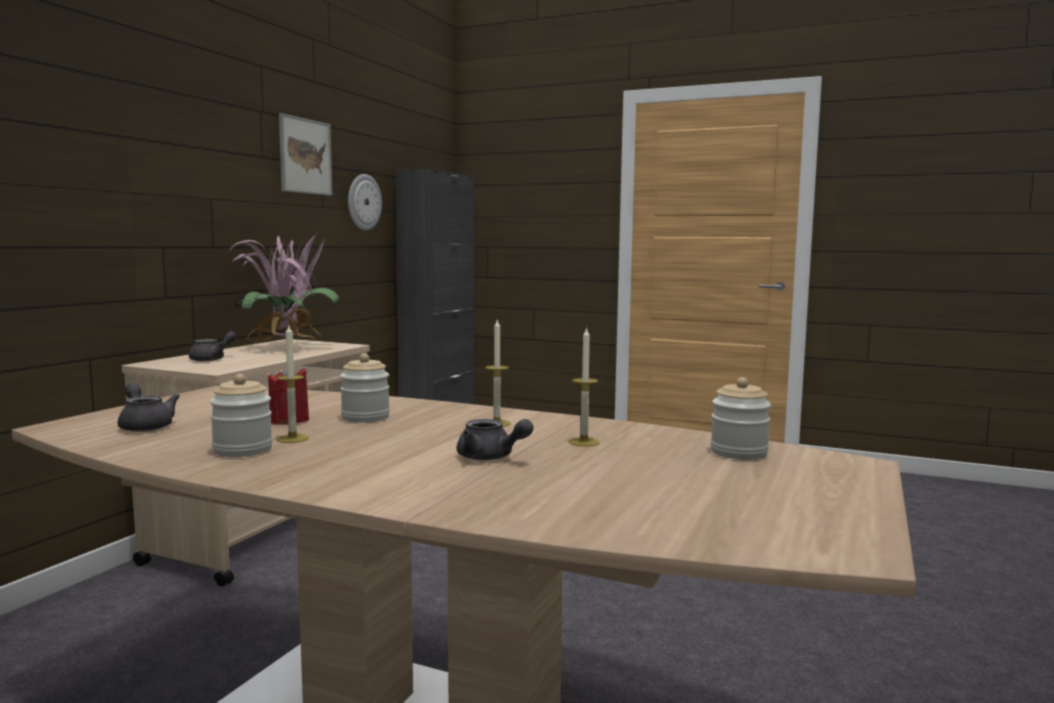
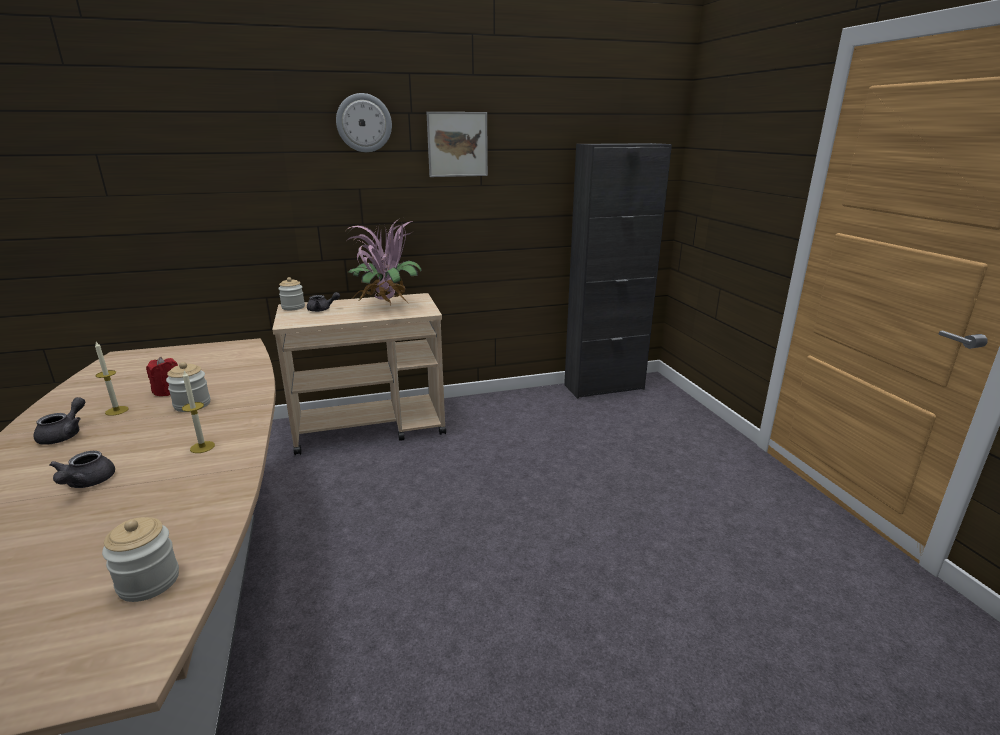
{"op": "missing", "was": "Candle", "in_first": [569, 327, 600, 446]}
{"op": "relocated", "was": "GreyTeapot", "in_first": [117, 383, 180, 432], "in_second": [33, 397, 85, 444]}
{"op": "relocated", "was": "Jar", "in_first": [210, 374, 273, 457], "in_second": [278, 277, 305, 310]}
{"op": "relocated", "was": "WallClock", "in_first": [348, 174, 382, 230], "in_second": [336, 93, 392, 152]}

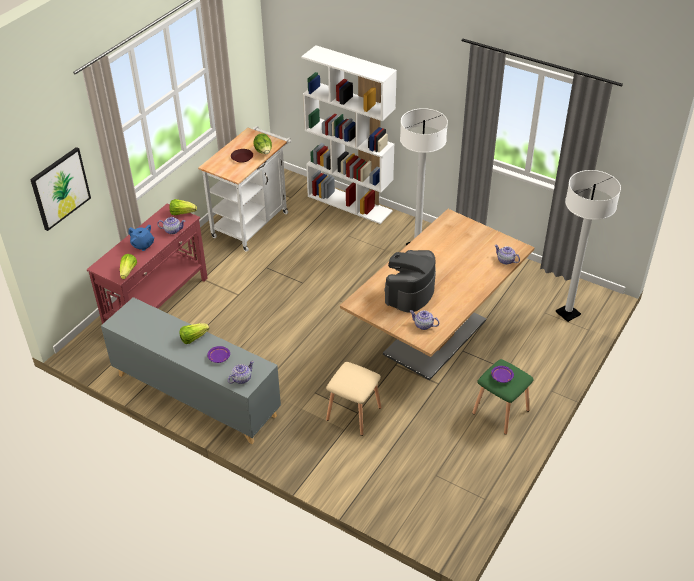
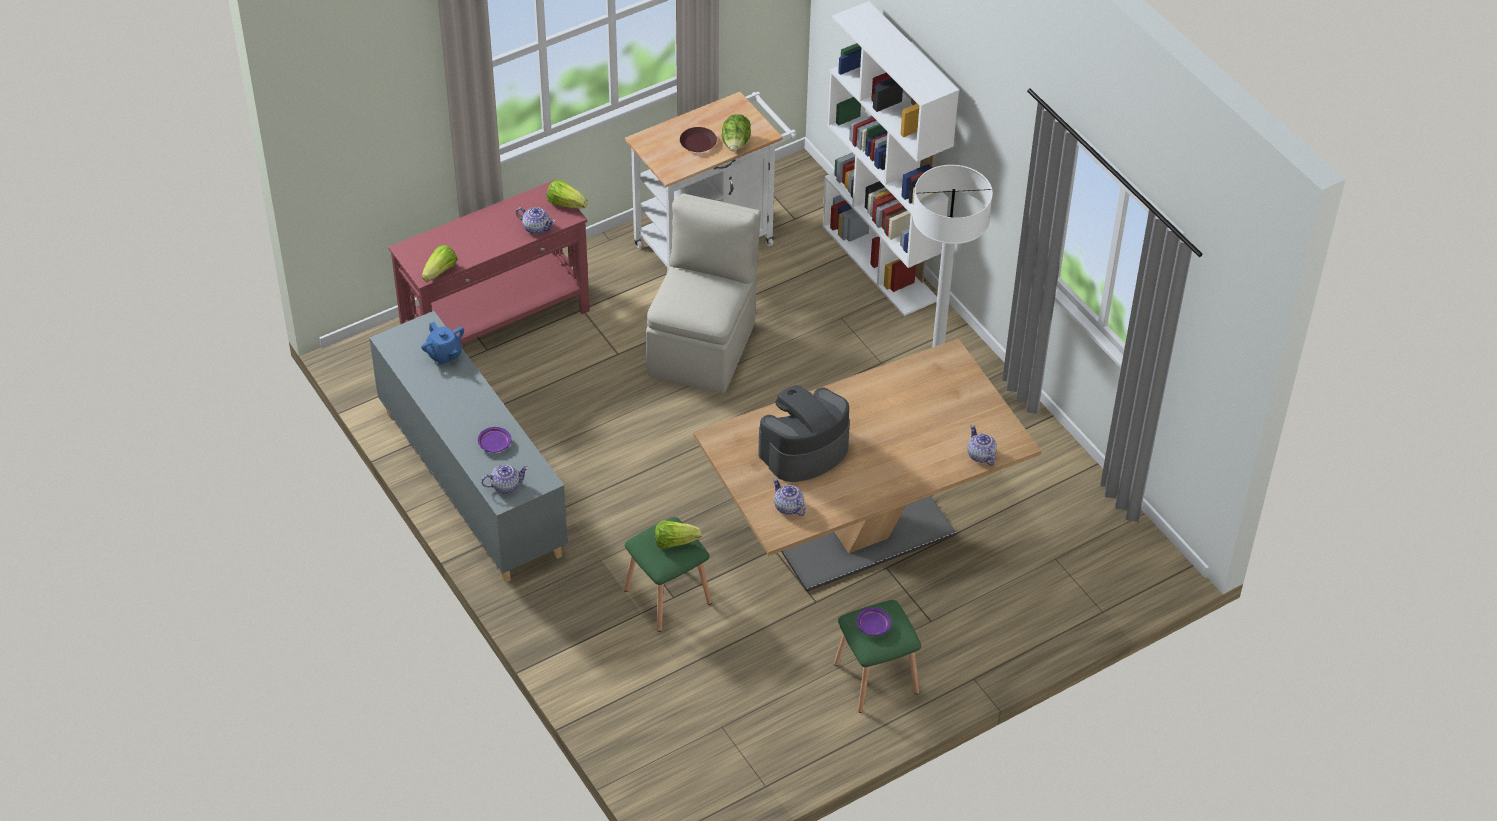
{"op": "missing", "was": "Picture", "in_first": [30, 147, 91, 231]}
{"op": "missing", "was": "WhiteFloorLamp", "in_first": [556, 170, 621, 322]}
{"op": "appeared", "now": "BeigeChair", "in_second": [646, 193, 761, 394]}
{"op": "relocated", "was": "BlueTeapot", "in_first": [128, 225, 155, 251], "in_second": [421, 322, 464, 365]}
{"op": "relocated", "was": "Lettuce", "in_first": [179, 323, 209, 344], "in_second": [655, 520, 702, 549]}
{"op": "colour", "was": "BeigeStool", "now": "GreenStool", "in_first": [326, 362, 381, 436], "in_second": [624, 517, 712, 632]}

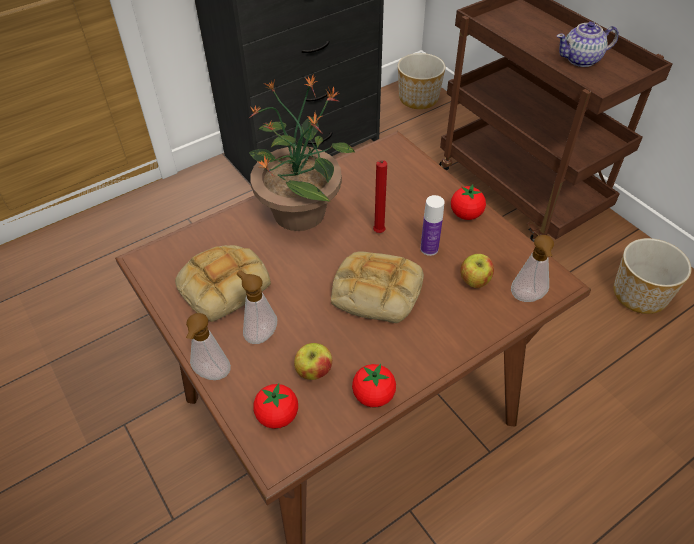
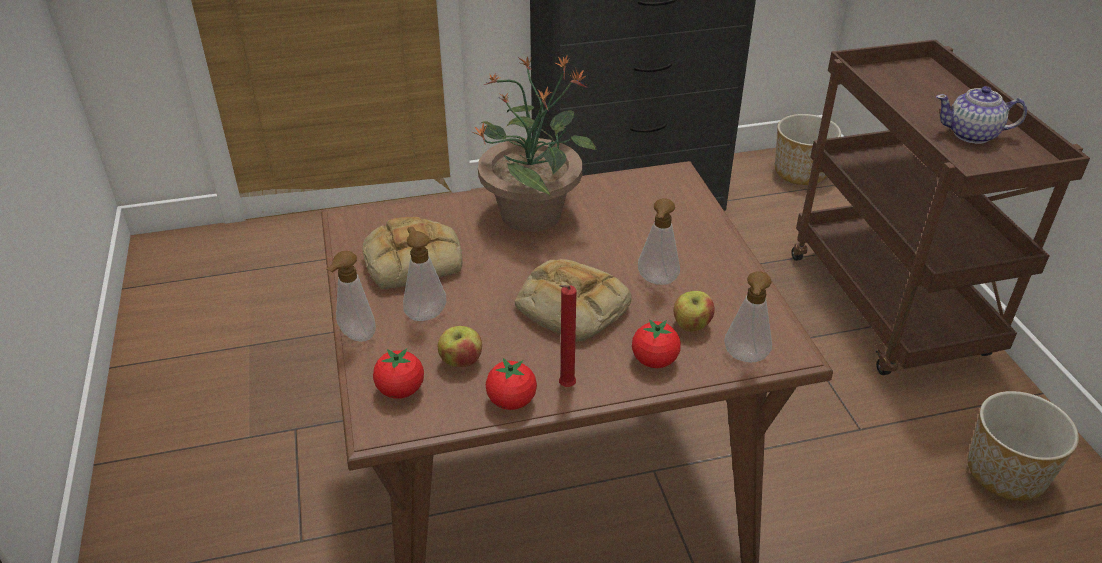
{"op": "relocated", "was": "RedCandle", "in_first": [373, 160, 387, 233], "in_second": [559, 285, 576, 387]}
{"op": "relocated", "was": "Tomato", "in_first": [451, 184, 486, 220], "in_second": [632, 319, 681, 368]}
{"op": "exchanged", "was": "Bottle", "now": "SoapDispenser", "in_first": [420, 195, 445, 256], "in_second": [638, 198, 680, 285]}

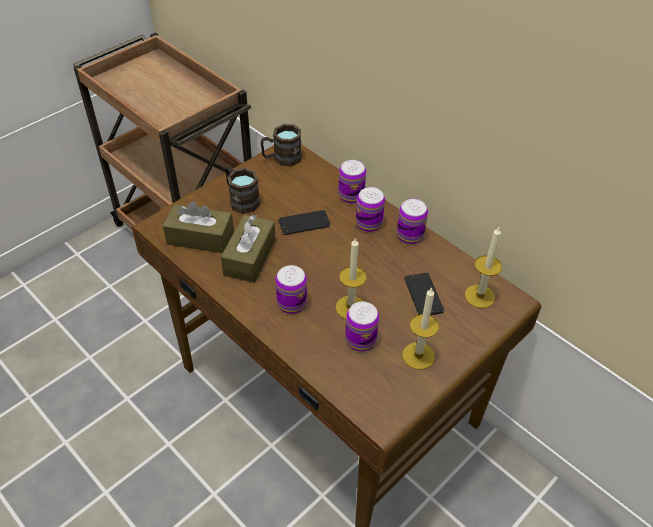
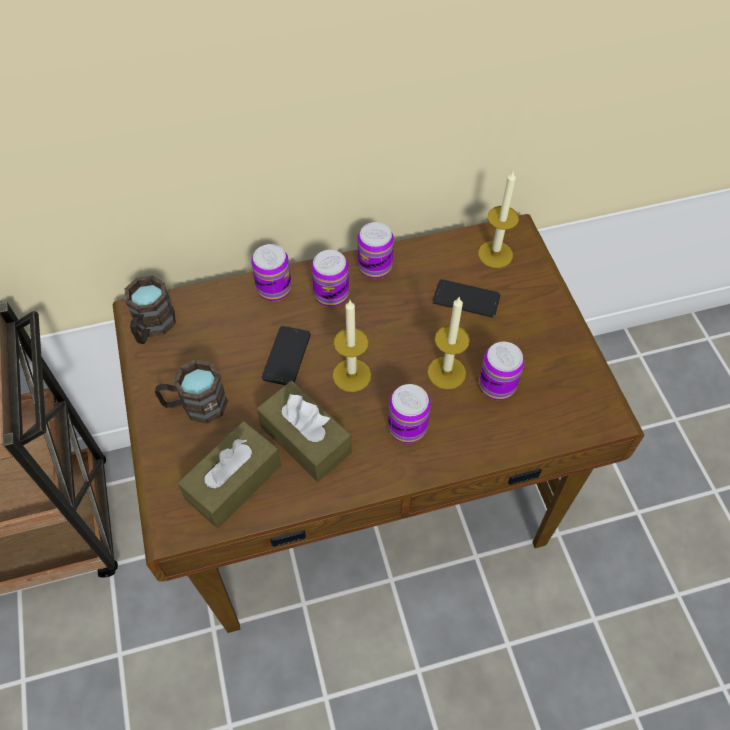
{"op": "relocated", "was": "Candle", "in_first": [402, 287, 439, 370], "in_second": [333, 300, 371, 392]}

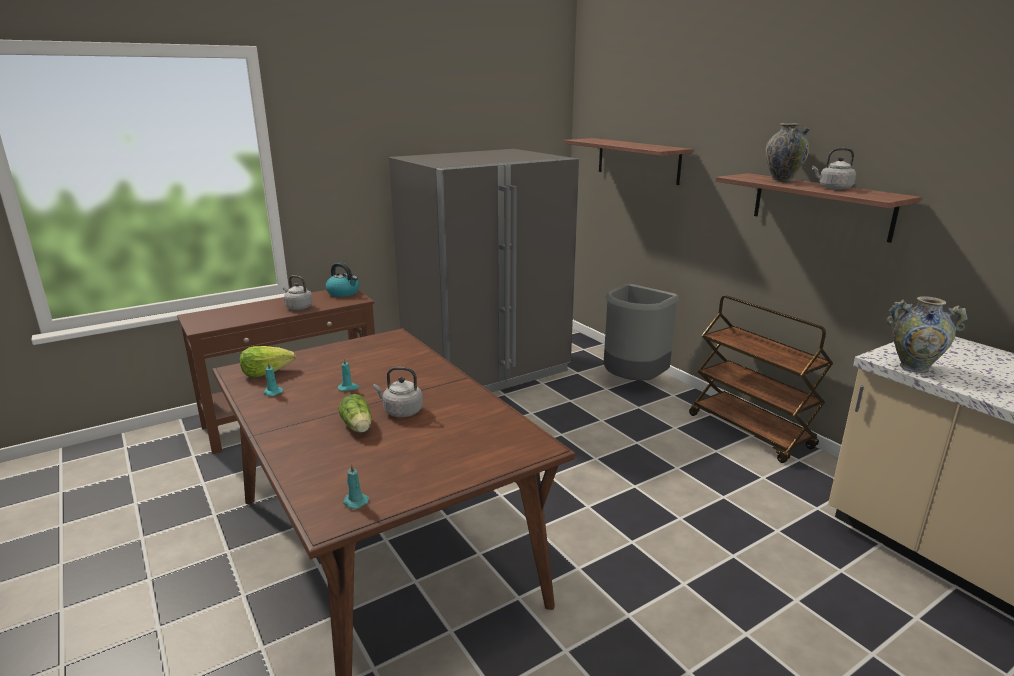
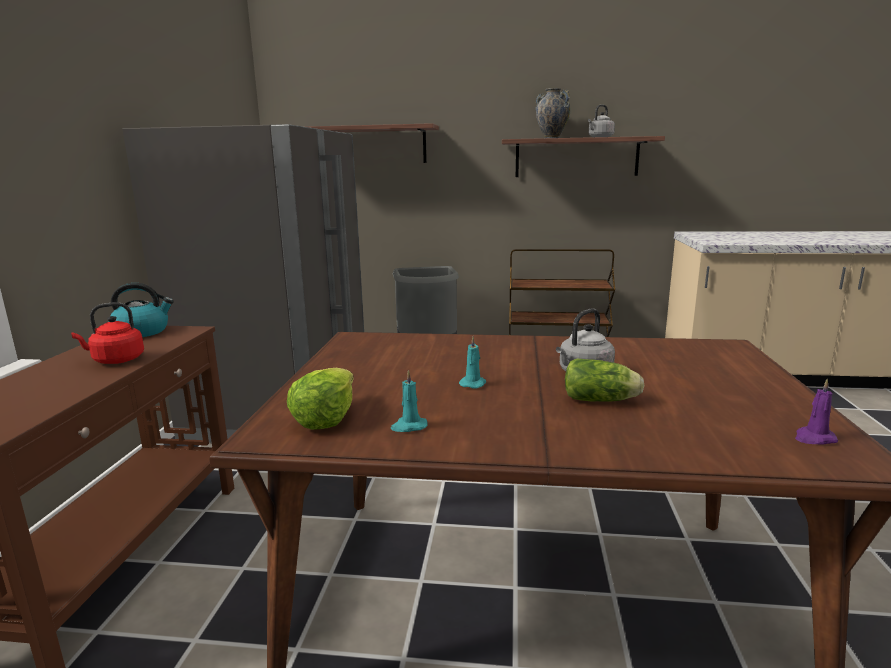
{"op": "missing", "was": "Vase", "in_first": [886, 296, 968, 373]}
{"op": "colour", "was": "GreyKettle", "now": "RedKettle", "in_first": [283, 275, 313, 310], "in_second": [71, 302, 144, 364]}
{"op": "colour", "was": "TurquoiseCandle", "now": "PurpleCandle", "in_first": [343, 463, 369, 509], "in_second": [795, 378, 838, 445]}

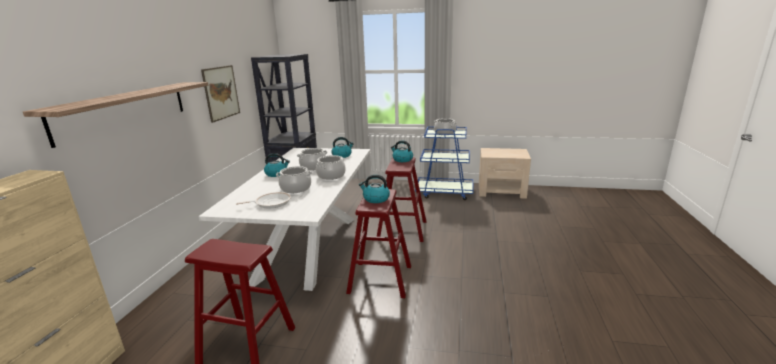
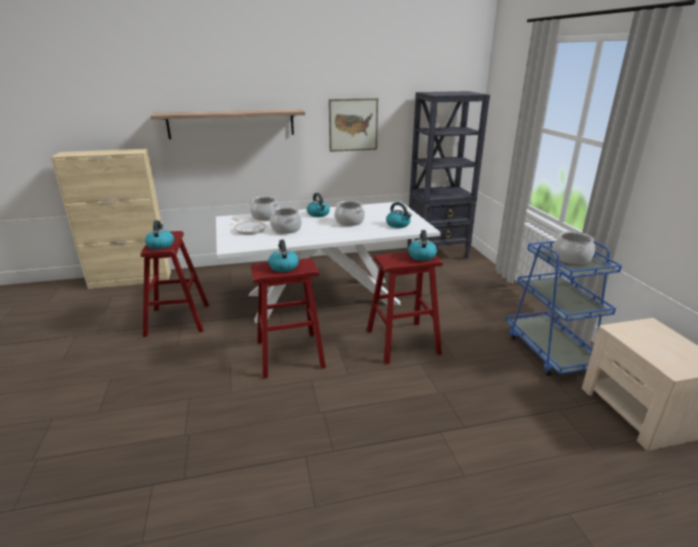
{"op": "appeared", "now": "Kettle", "in_second": [145, 220, 174, 249]}
{"op": "relocated", "was": "CookingPot", "in_first": [316, 155, 346, 180], "in_second": [249, 196, 280, 221]}

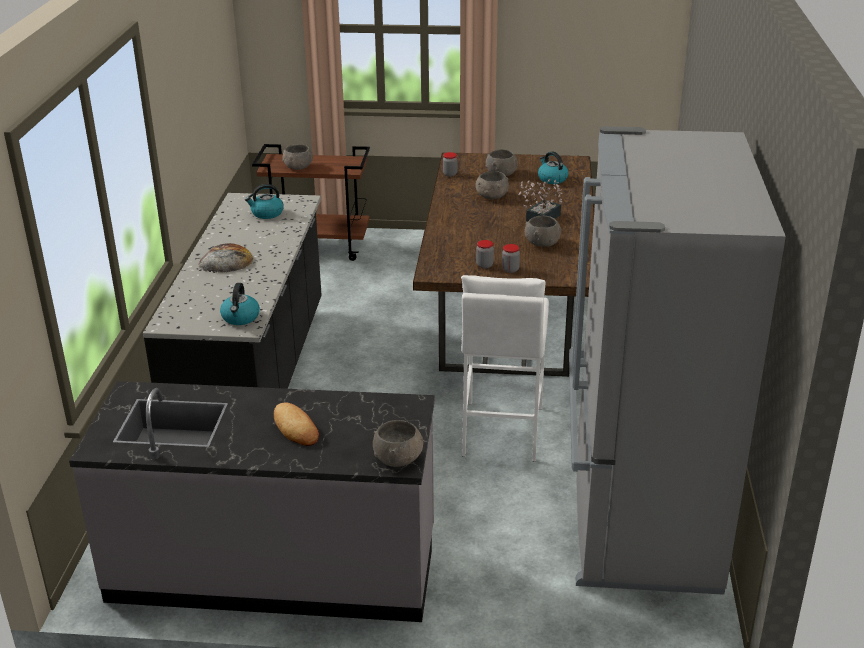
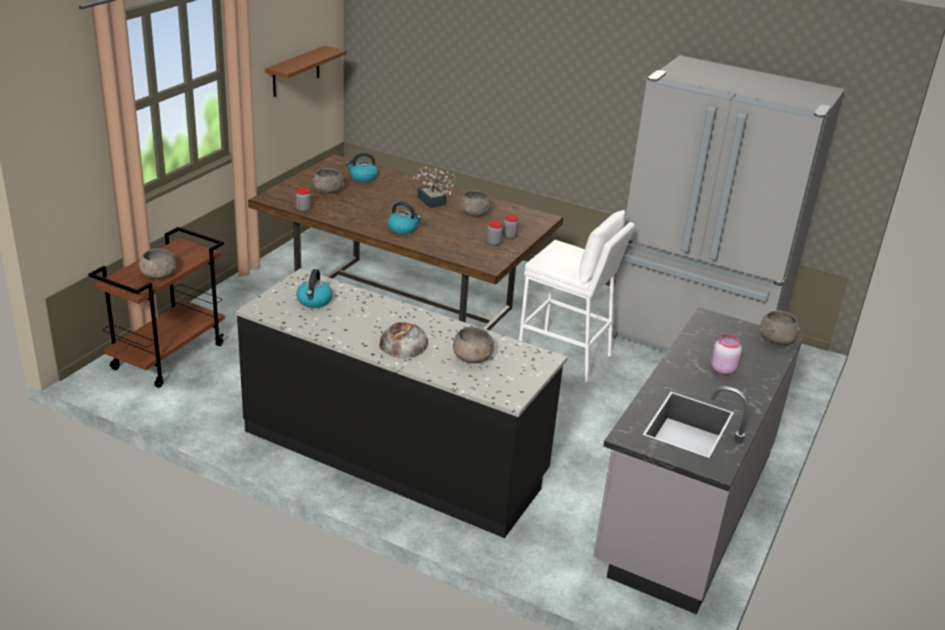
{"op": "appeared", "now": "BrownShelf", "in_second": [265, 46, 346, 97]}
{"op": "relocated", "was": "Kettle", "in_first": [220, 283, 260, 325], "in_second": [388, 202, 421, 234]}
{"op": "relocated", "was": "GreyBowl", "in_first": [475, 171, 509, 199], "in_second": [453, 327, 494, 363]}
{"op": "exchanged", "was": "Bread", "now": "PinkJar", "in_first": [274, 403, 319, 446], "in_second": [711, 334, 742, 375]}

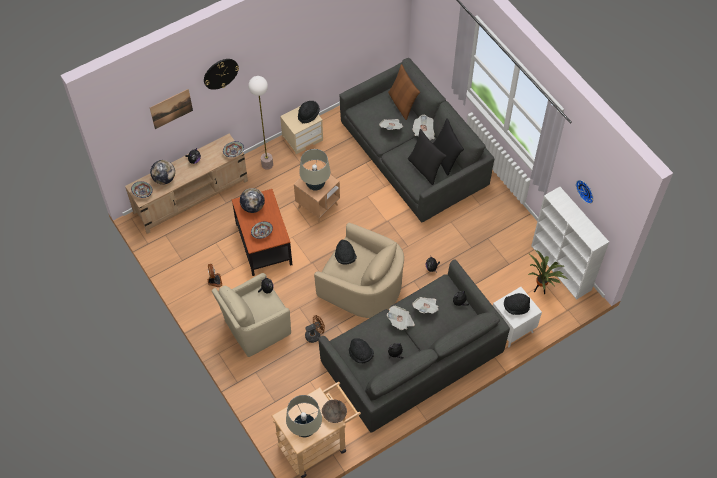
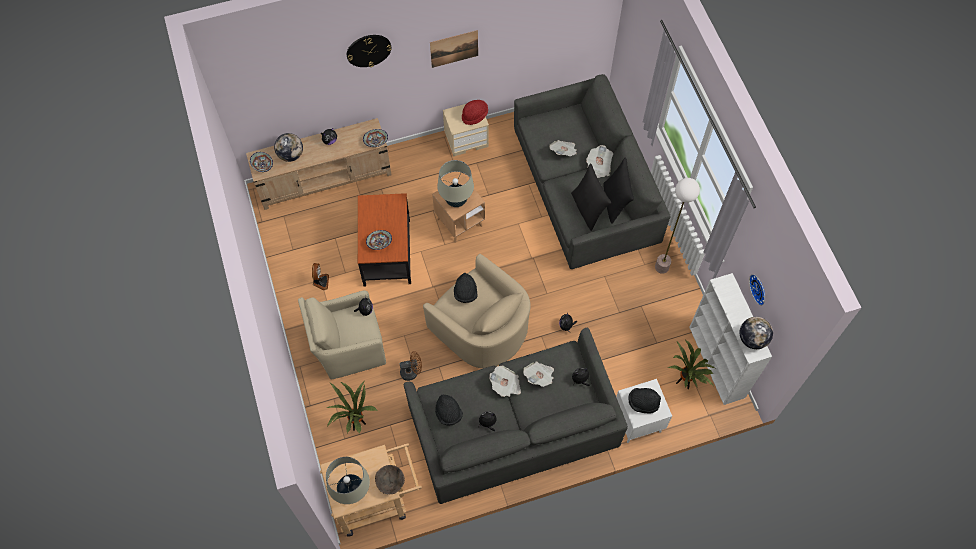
{"op": "missing", "was": "BrownPillow", "in_first": [388, 64, 420, 120]}
{"op": "appeared", "now": "PottedPlant", "in_second": [327, 382, 377, 434]}
{"op": "relocated", "was": "Picture", "in_first": [150, 89, 193, 129], "in_second": [430, 30, 478, 68]}
{"op": "relocated", "was": "Globe", "in_first": [240, 188, 265, 213], "in_second": [740, 317, 773, 349]}
{"op": "relocated", "was": "FloorLamp", "in_first": [248, 76, 273, 170], "in_second": [655, 178, 700, 274]}
{"op": "colour", "was": "BlackHat", "now": "RedHat", "in_first": [298, 101, 320, 123], "in_second": [462, 100, 488, 125]}

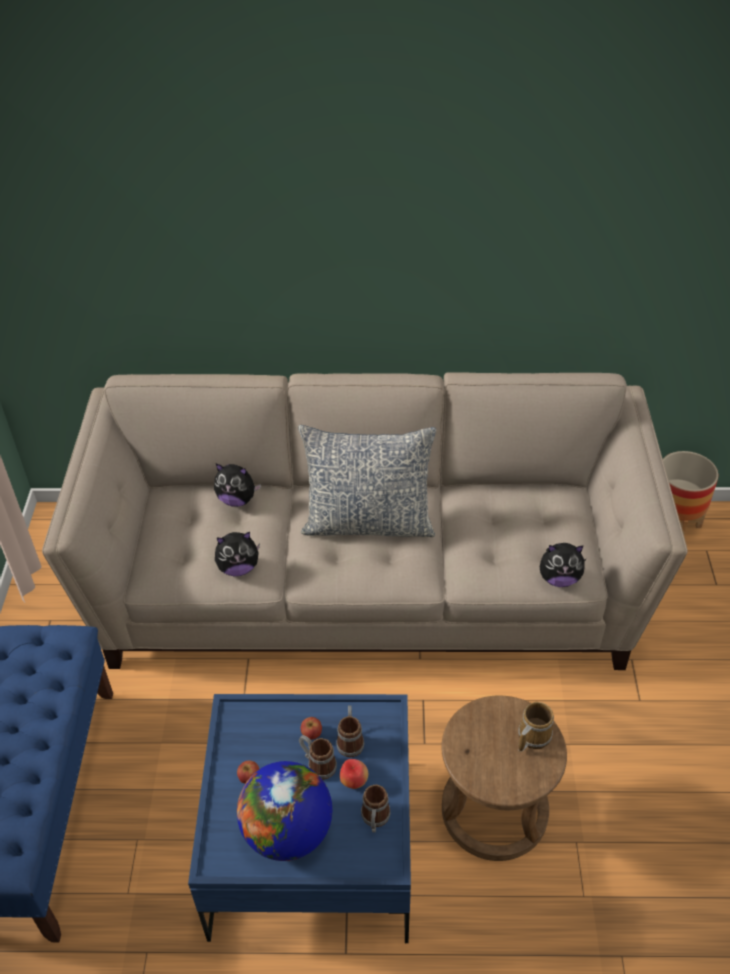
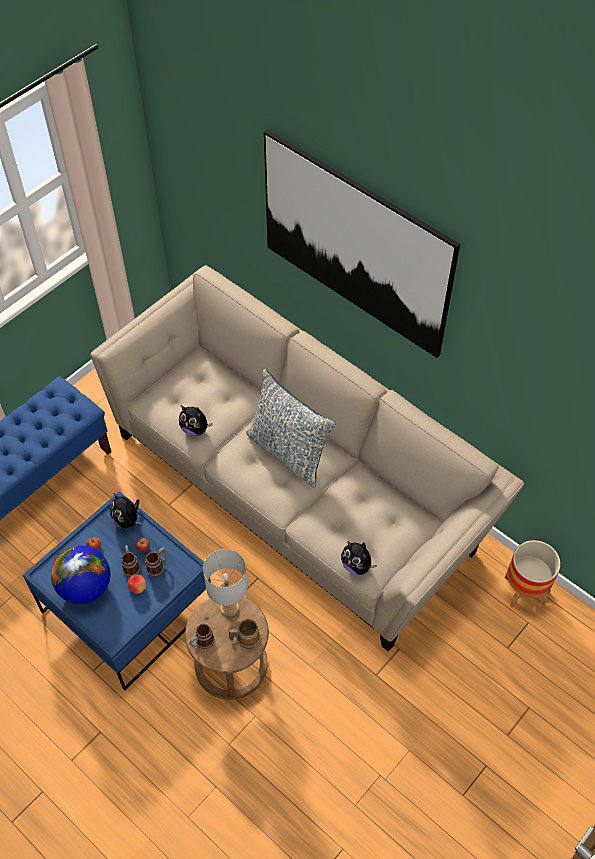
{"op": "appeared", "now": "GreyTableLamp", "in_second": [203, 549, 248, 617]}
{"op": "appeared", "now": "Picture", "in_second": [264, 130, 460, 358]}
{"op": "relocated", "was": "PlushToy", "in_first": [214, 464, 261, 507], "in_second": [110, 494, 142, 528]}
{"op": "relocated", "was": "Mug", "in_first": [361, 785, 391, 833], "in_second": [189, 624, 215, 649]}

